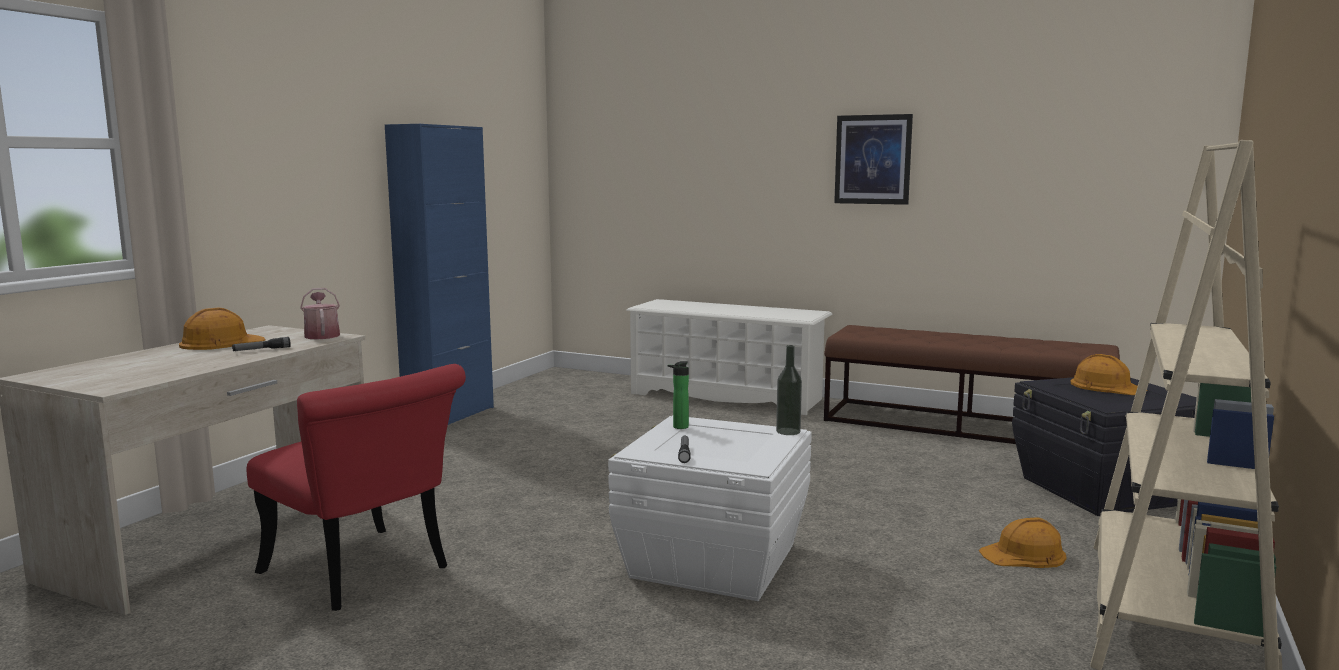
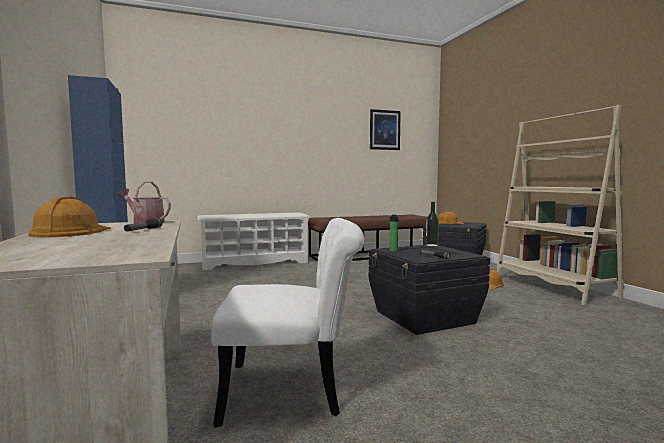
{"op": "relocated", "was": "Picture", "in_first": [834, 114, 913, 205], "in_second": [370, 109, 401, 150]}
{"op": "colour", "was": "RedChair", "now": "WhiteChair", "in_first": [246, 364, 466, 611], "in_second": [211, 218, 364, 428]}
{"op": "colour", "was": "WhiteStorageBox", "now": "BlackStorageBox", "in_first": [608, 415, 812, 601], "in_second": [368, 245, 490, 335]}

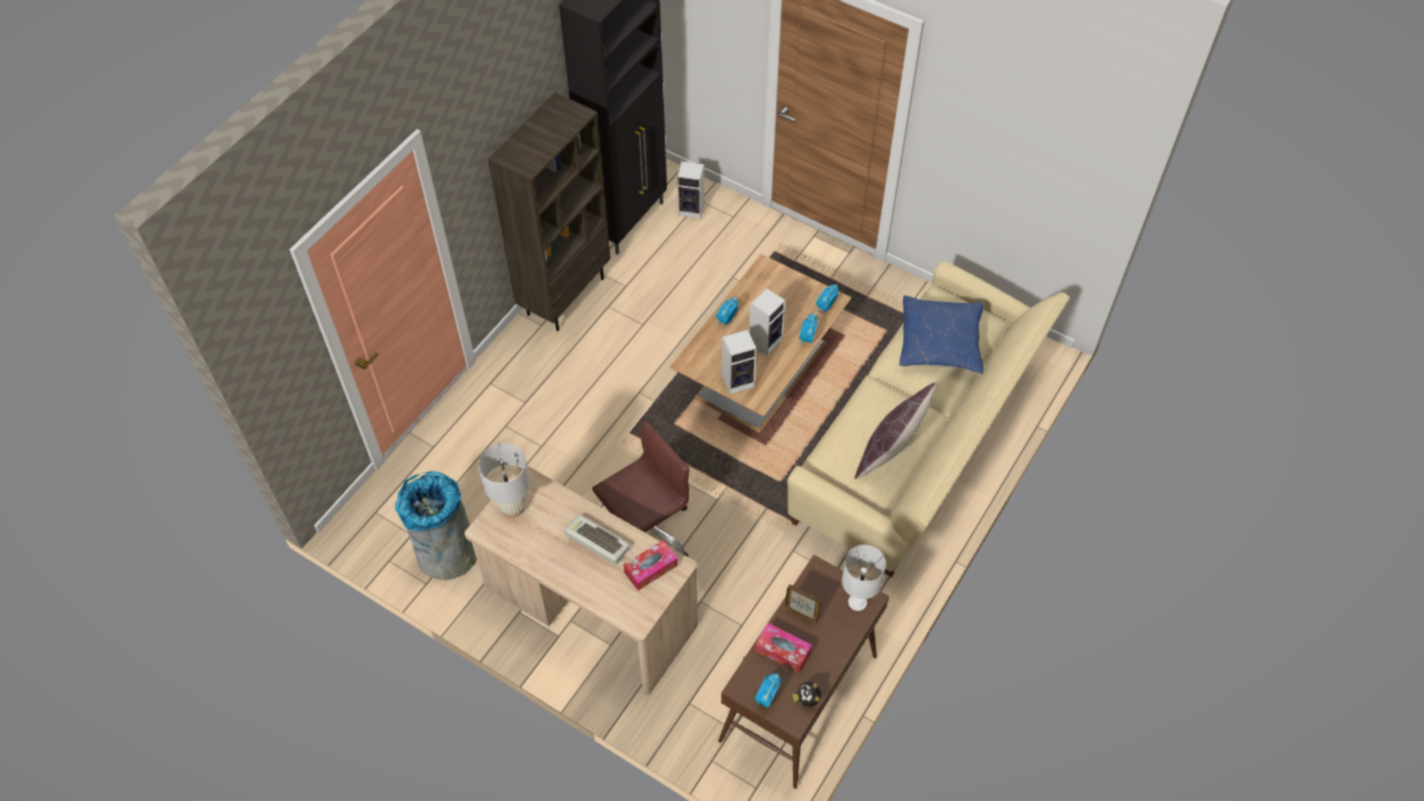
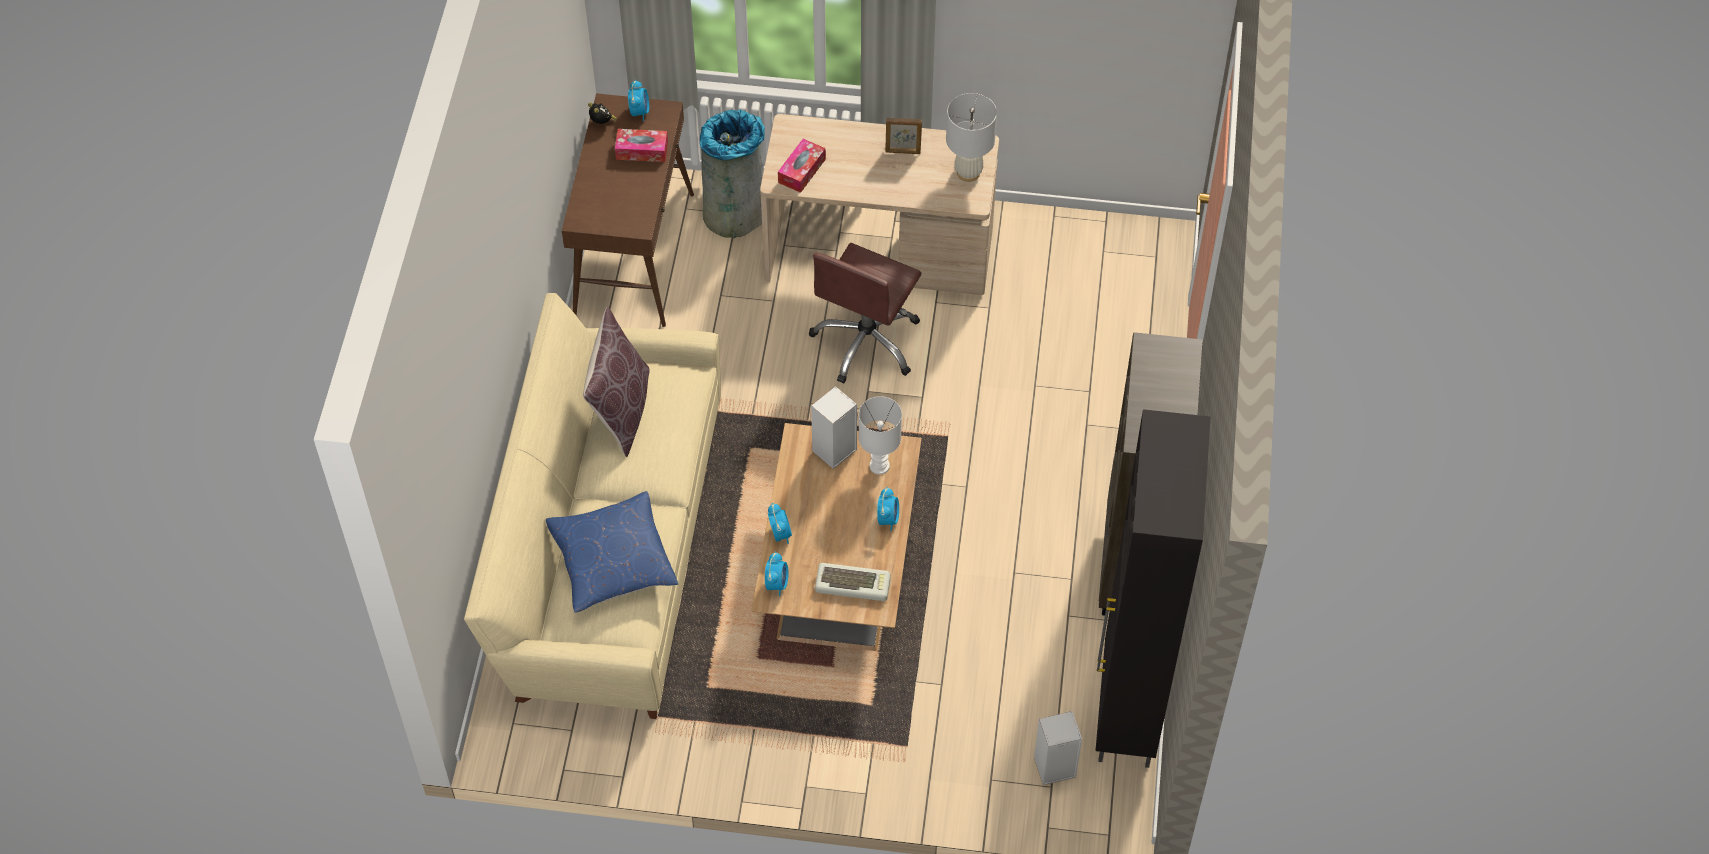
{"op": "missing", "was": "Speaker", "in_first": [749, 288, 786, 355]}
{"op": "relocated", "was": "GreyTrashCan", "in_first": [395, 471, 477, 580], "in_second": [700, 109, 765, 238]}
{"op": "relocated", "was": "Keyboard", "in_first": [565, 515, 630, 565], "in_second": [815, 563, 891, 601]}
{"op": "relocated", "was": "PictureFrame", "in_first": [785, 584, 821, 624], "in_second": [885, 118, 922, 154]}
{"op": "relocated", "was": "WhiteTableLamp", "in_first": [842, 545, 886, 611], "in_second": [859, 396, 902, 475]}

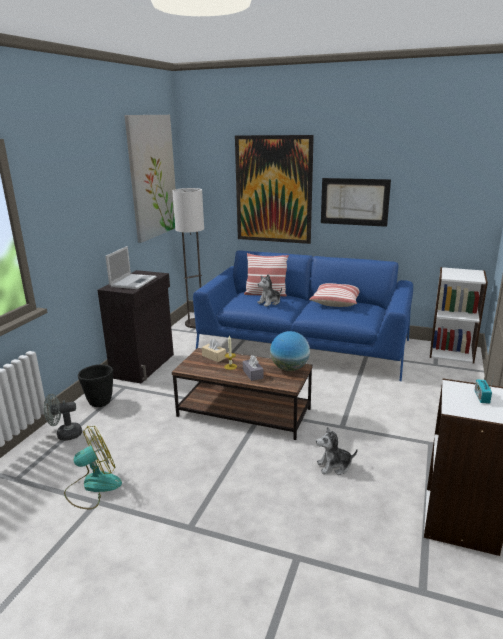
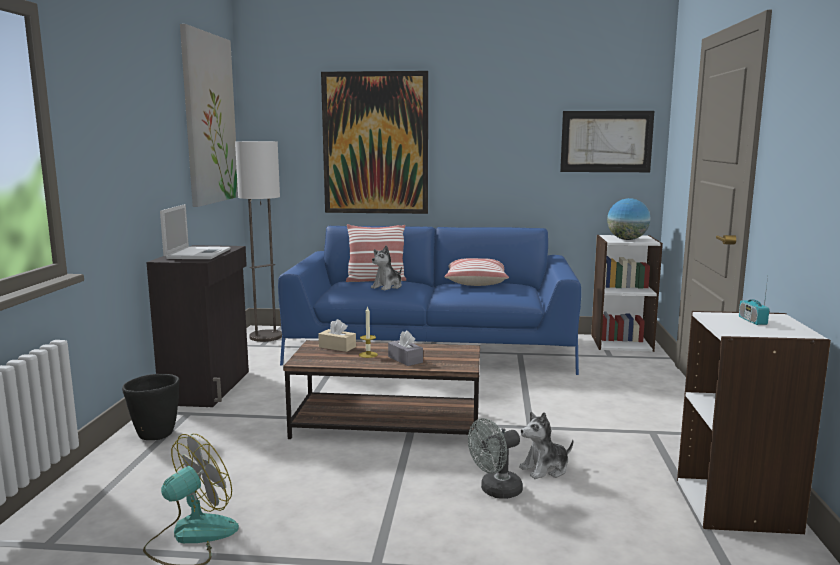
{"op": "relocated", "was": "GreyFan", "in_first": [44, 394, 82, 441], "in_second": [468, 418, 523, 499]}
{"op": "relocated", "was": "Globe", "in_first": [270, 331, 310, 371], "in_second": [607, 198, 650, 240]}
{"op": "relocated", "was": "Picture", "in_first": [321, 178, 391, 227], "in_second": [560, 111, 654, 172]}

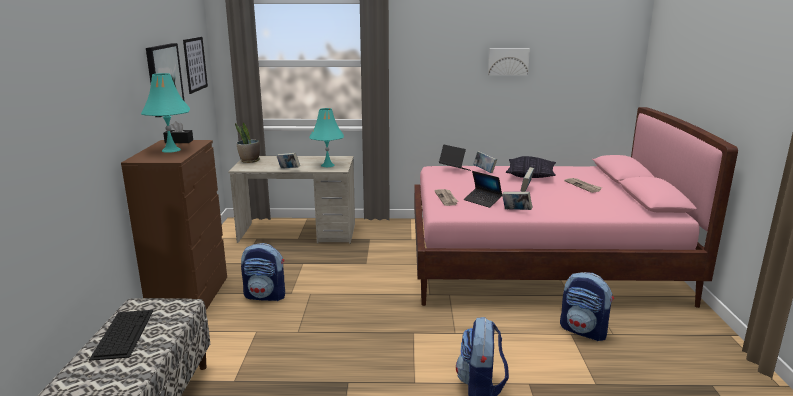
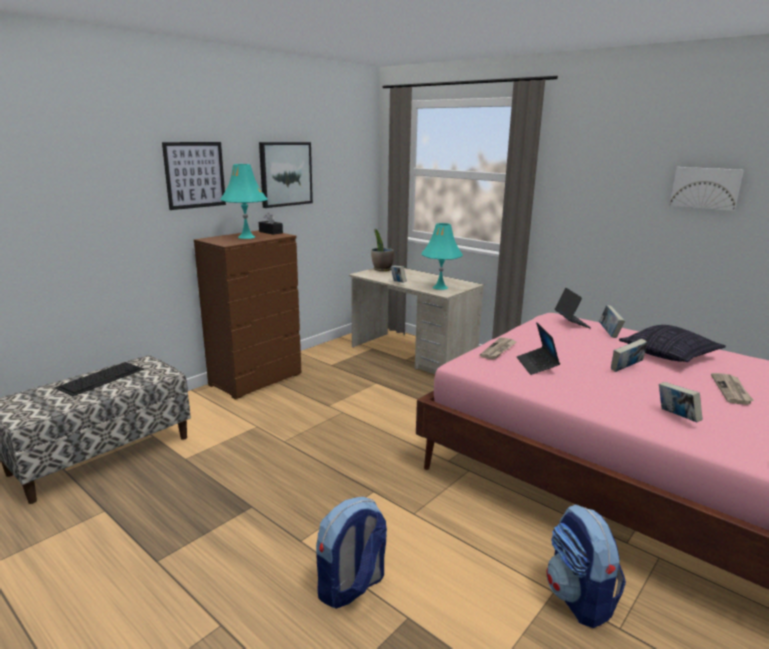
{"op": "missing", "was": "Backpack", "in_first": [241, 243, 285, 301]}
{"op": "relocated", "was": "Picture", "in_first": [183, 37, 208, 94], "in_second": [162, 142, 226, 210]}
{"op": "relocated", "was": "Book", "in_first": [502, 192, 533, 210], "in_second": [659, 382, 703, 422]}

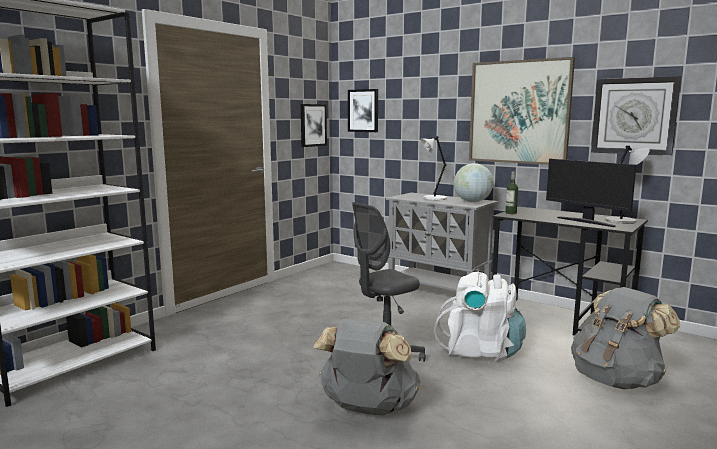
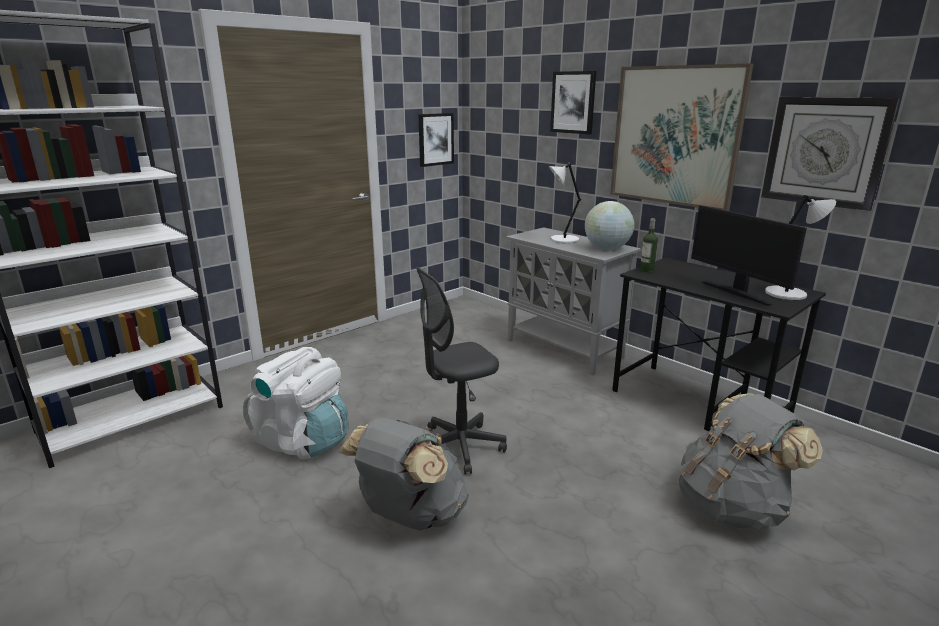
{"op": "relocated", "was": "Picture", "in_first": [348, 89, 378, 132], "in_second": [550, 71, 596, 134]}
{"op": "relocated", "was": "WhiteBackpack", "in_first": [434, 271, 526, 362], "in_second": [243, 347, 348, 460]}

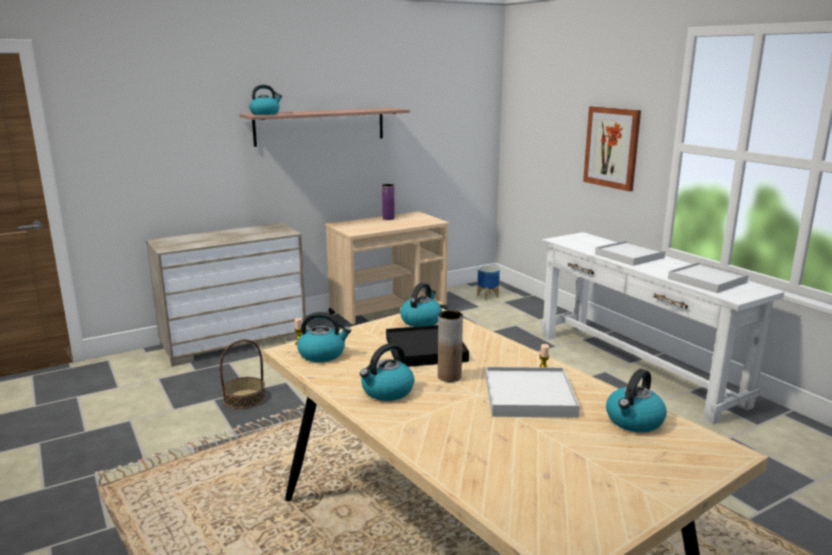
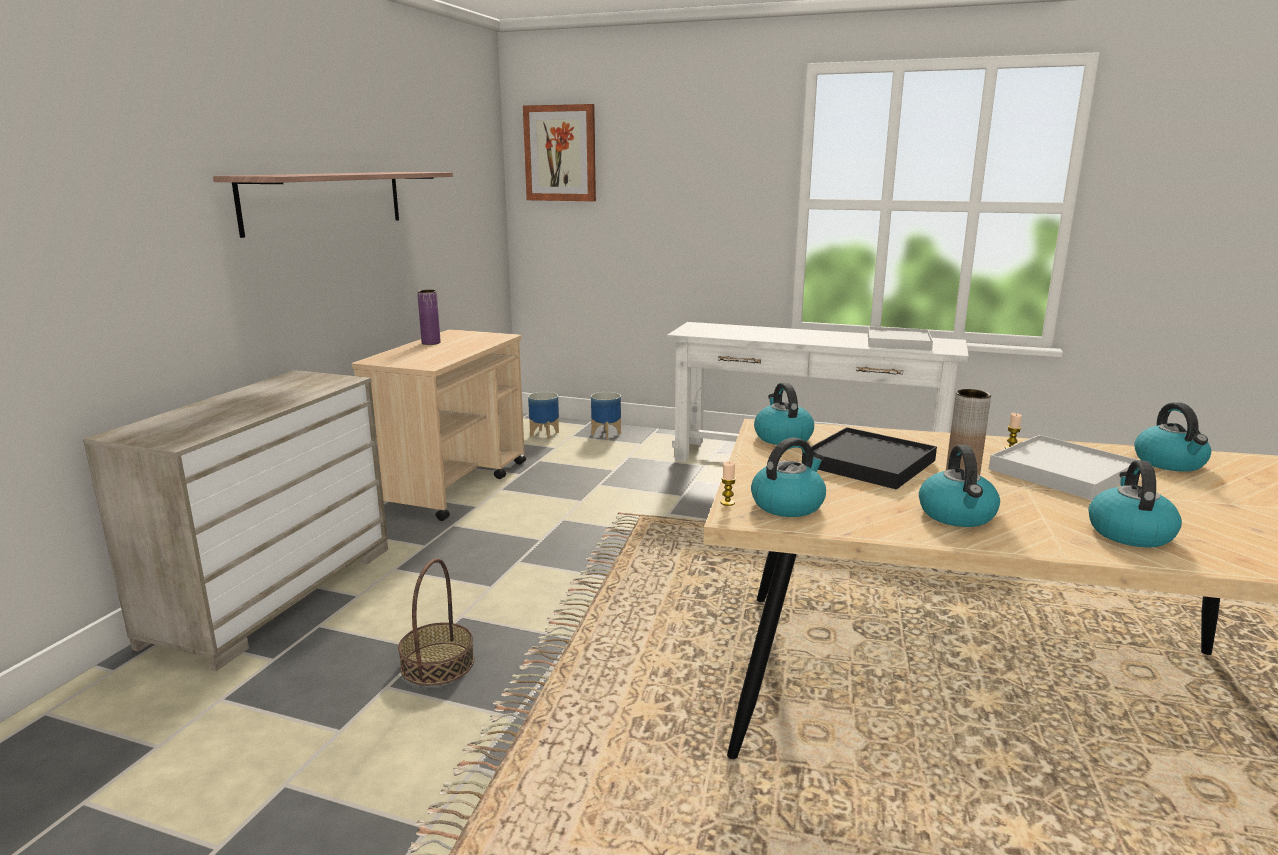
{"op": "missing", "was": "WhiteTray", "in_first": [595, 241, 666, 266]}
{"op": "appeared", "now": "Planter", "in_second": [591, 392, 621, 439]}
{"op": "relocated", "was": "Kettle", "in_first": [249, 85, 282, 115], "in_second": [1088, 460, 1182, 548]}
{"op": "relocated", "was": "Picture", "in_first": [583, 106, 641, 191], "in_second": [523, 104, 596, 201]}

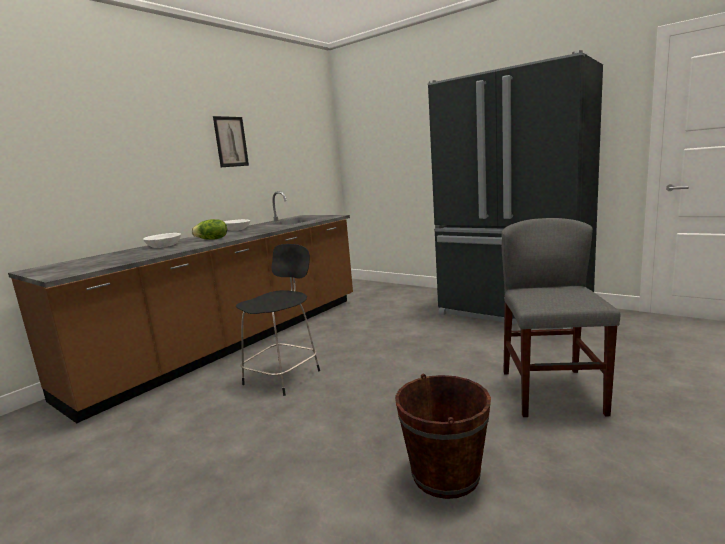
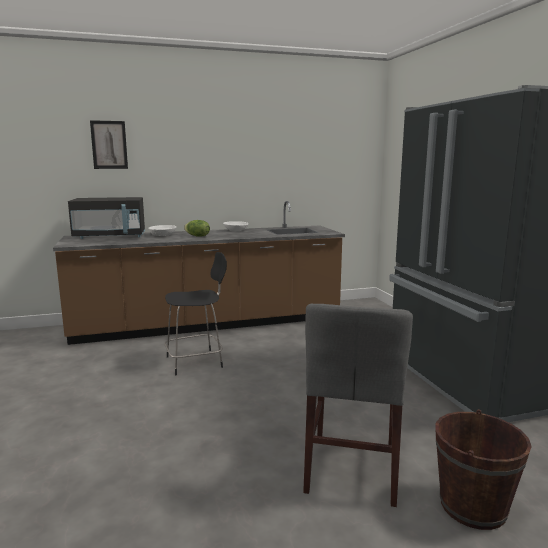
{"op": "appeared", "now": "BlackMicrowave", "in_second": [68, 197, 145, 239]}
{"op": "relocated", "was": "Picture", "in_first": [213, 116, 249, 167], "in_second": [90, 120, 128, 169]}
{"op": "relocated", "was": "BrownBucket", "in_first": [395, 374, 491, 499], "in_second": [435, 409, 532, 530]}
{"op": "spun", "was": "GreyChair", "in_first": [502, 218, 620, 417], "in_second": [303, 304, 413, 507], "clockwise": 150}

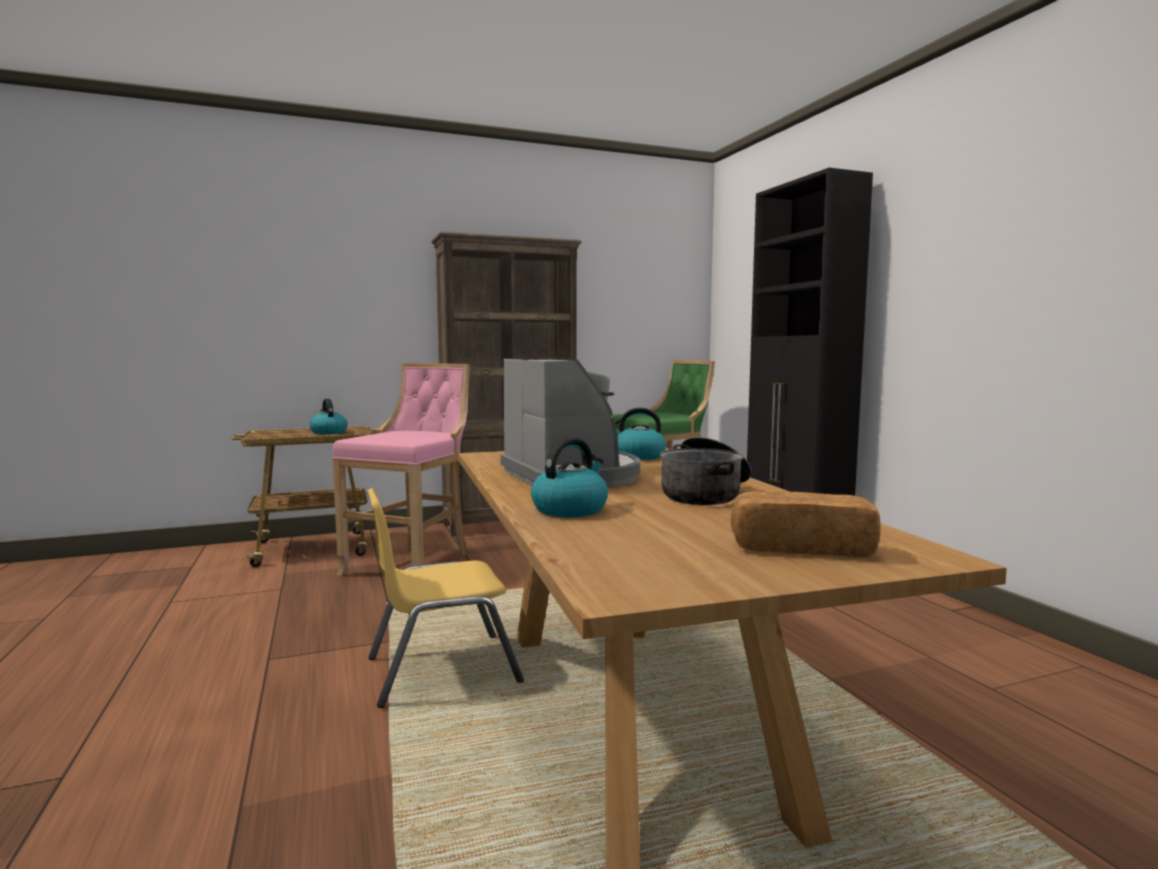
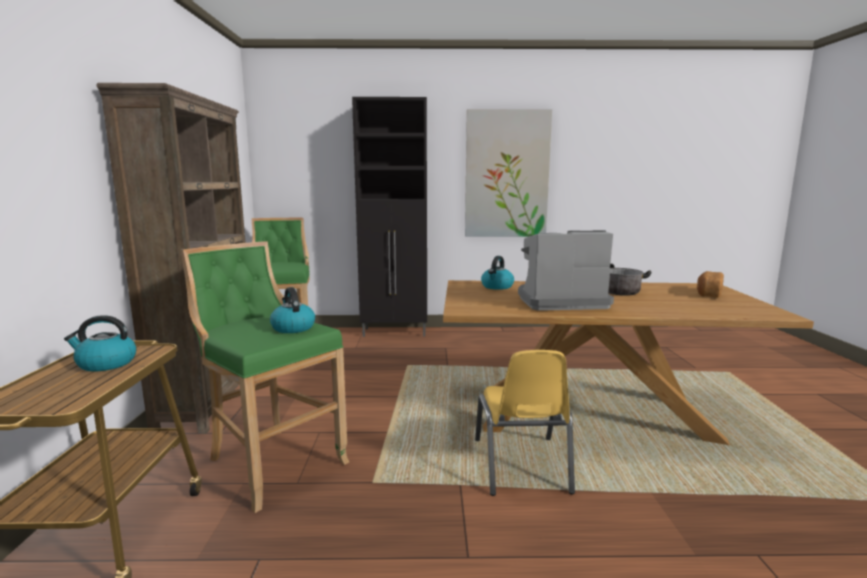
{"op": "appeared", "now": "Picture", "in_second": [465, 109, 552, 237]}
{"op": "relocated", "was": "Kettle", "in_first": [531, 437, 608, 517], "in_second": [270, 287, 315, 333]}
{"op": "colour", "was": "PinkStool", "now": "GreenStool", "in_first": [332, 363, 470, 576], "in_second": [181, 241, 349, 513]}

